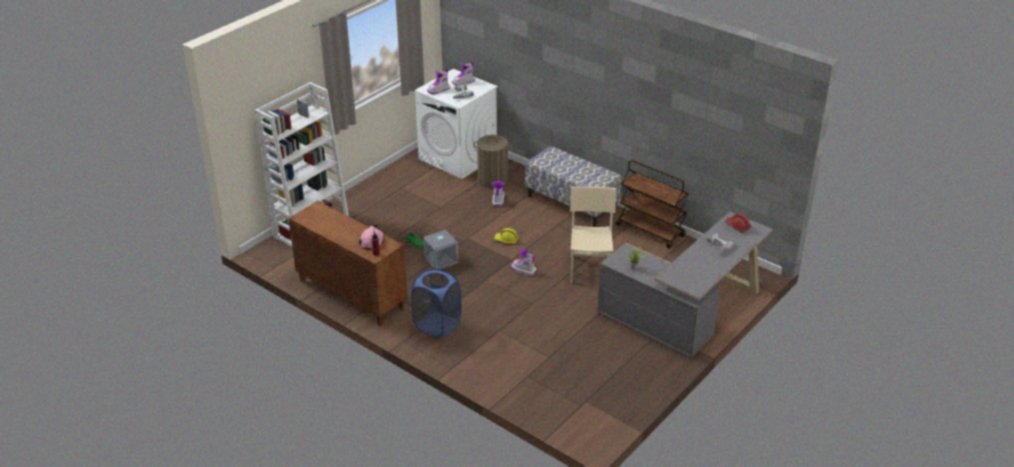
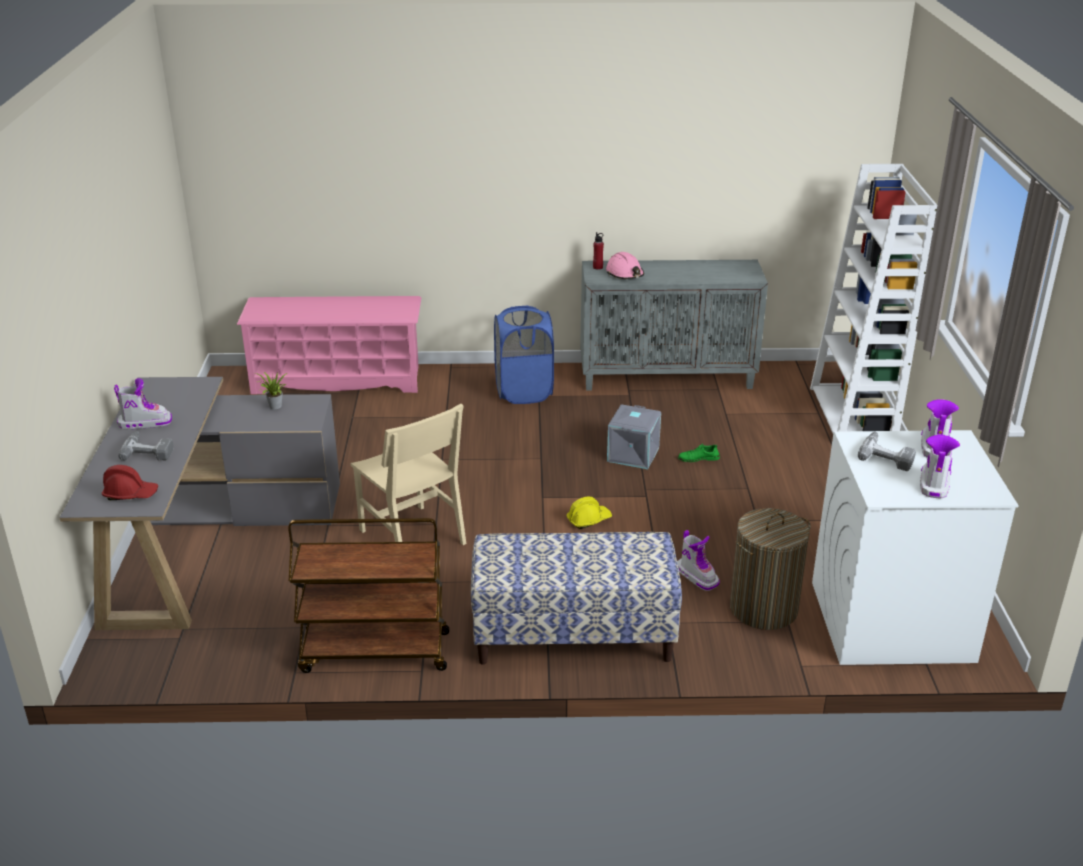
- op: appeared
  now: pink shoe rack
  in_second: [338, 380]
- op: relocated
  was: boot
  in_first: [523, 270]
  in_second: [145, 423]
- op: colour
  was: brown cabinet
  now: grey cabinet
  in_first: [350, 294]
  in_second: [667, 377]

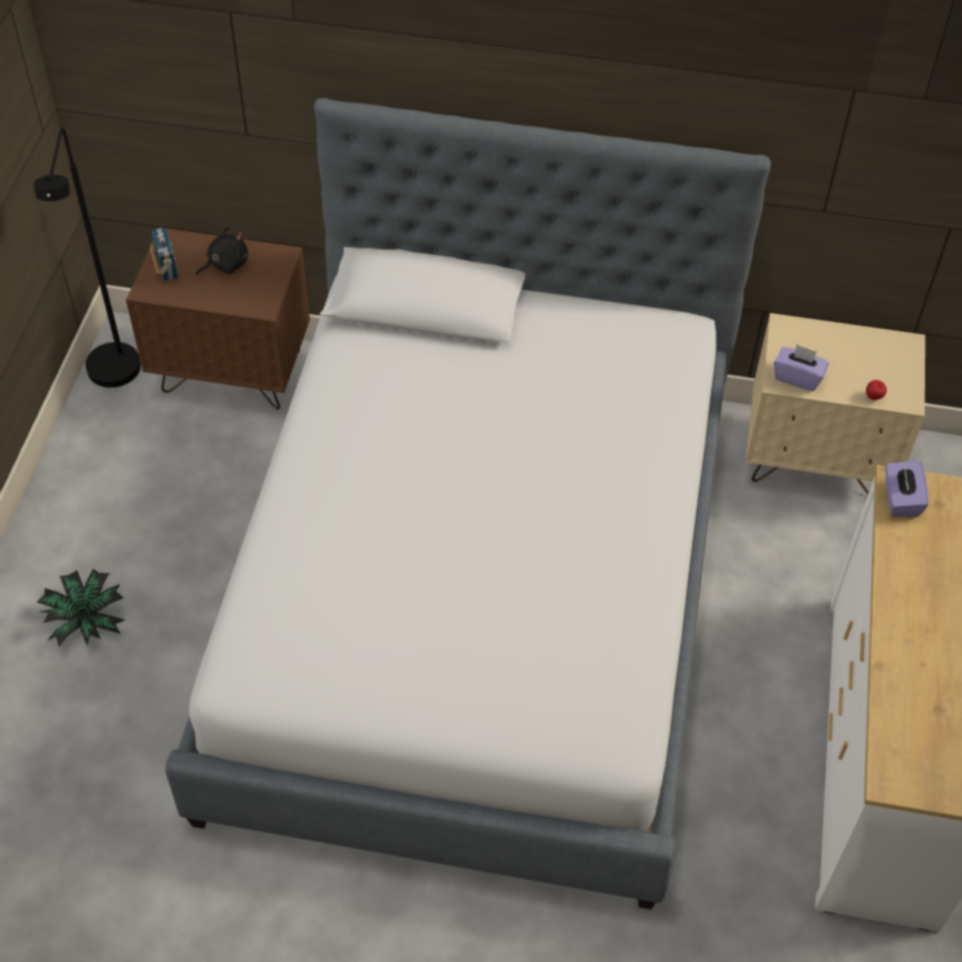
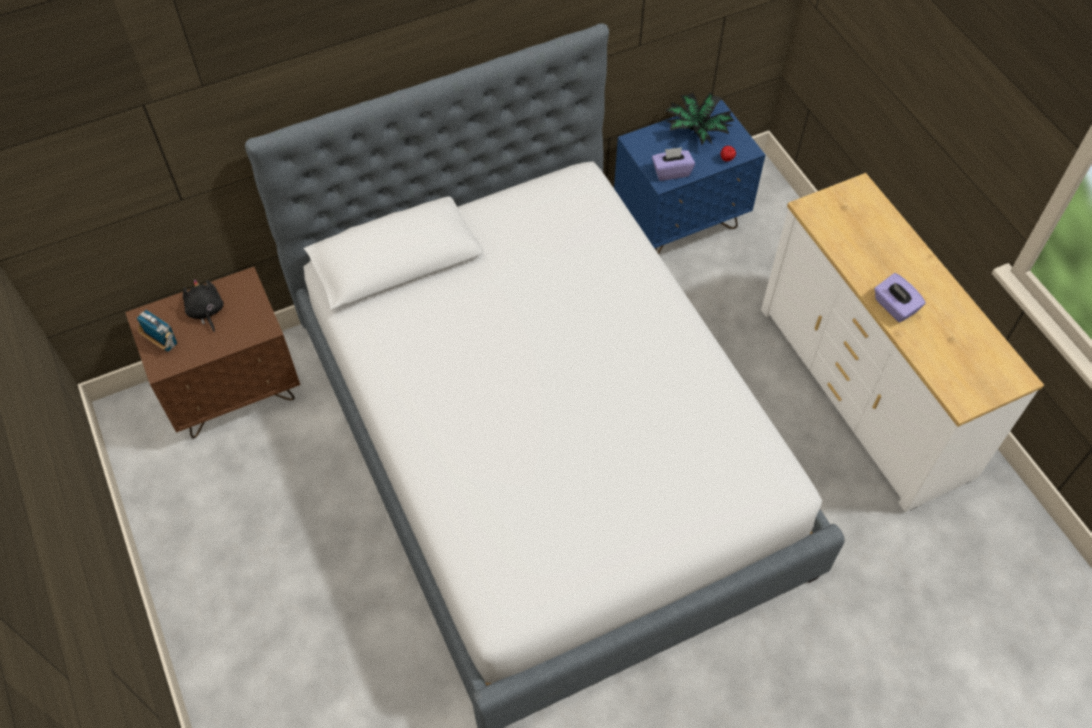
- op: missing
  was: black floor lamp
  in_first: [114, 379]
- op: relocated
  was: potted plant
  in_first: [86, 619]
  in_second: [697, 130]
- op: relocated
  was: purple tissue box
  in_first: [900, 499]
  in_second: [894, 307]
- op: colour
  was: beige nightstand
  now: blue nightstand
  in_first: [817, 459]
  in_second: [679, 222]
- op: spun
  was: black plush toy
  in_first: [225, 264]
  in_second: [206, 312]
  clockwise: -45

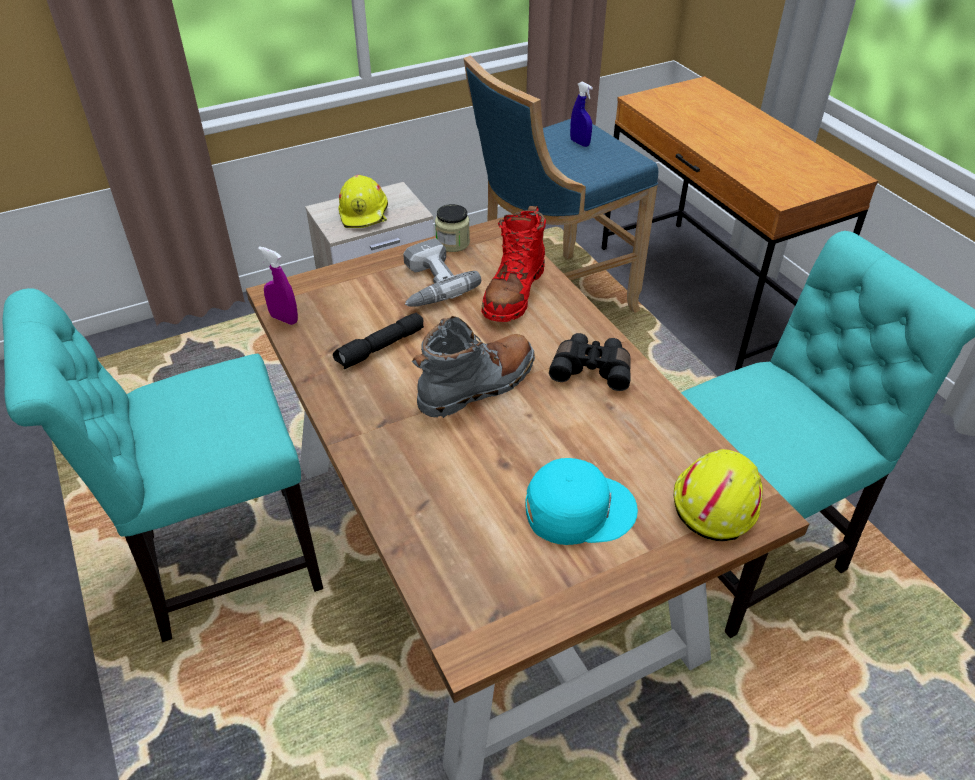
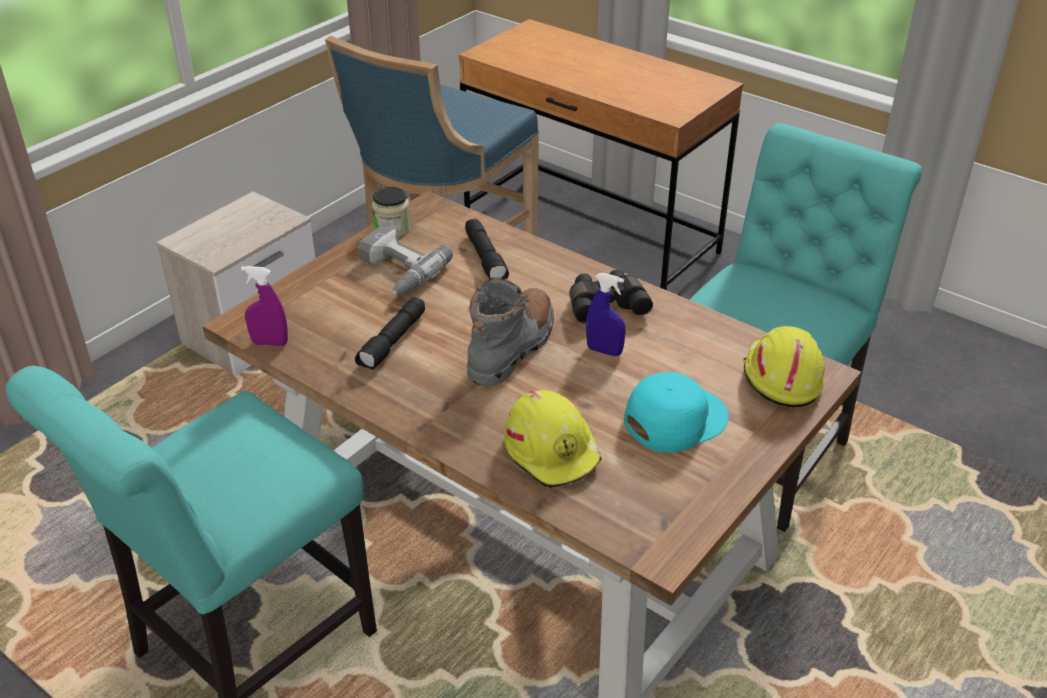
- op: relocated
  was: yellow hard hat
  in_first: [364, 213]
  in_second: [553, 451]
- op: relocated
  was: blue spray bottle
  in_first: [579, 143]
  in_second: [604, 351]
- op: exchanged
  was: red boot
  now: black flashlight
  in_first: [513, 293]
  in_second: [486, 258]

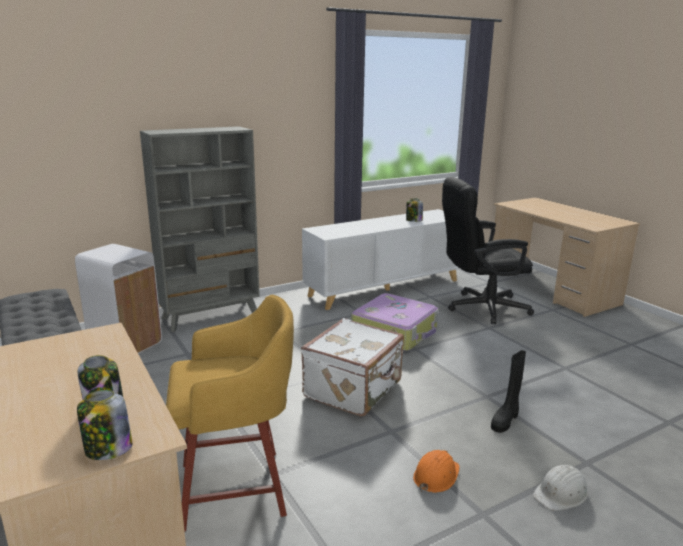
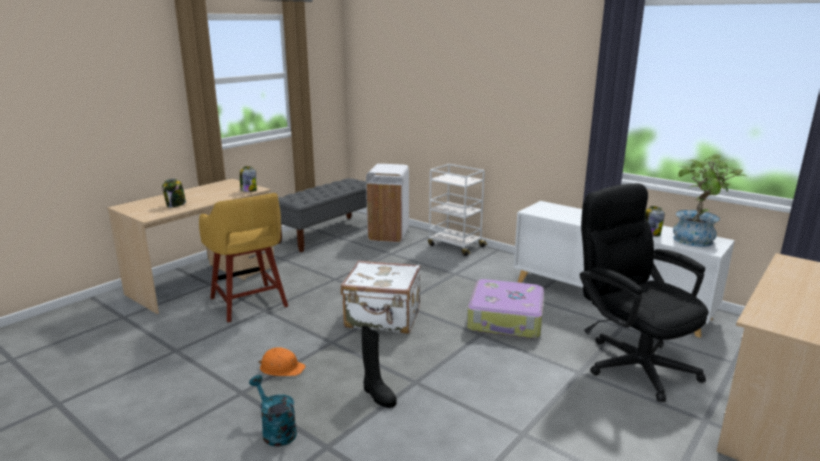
- op: appeared
  now: potted plant
  in_second: [697, 242]
- op: relocated
  was: jar
  in_first: [107, 449]
  in_second: [248, 190]
- op: exchanged
  was: grey bookcase
  now: white cart
  in_first: [211, 316]
  in_second: [455, 246]
- op: exchanged
  was: white hard hat
  now: turquoise watering can
  in_first: [561, 493]
  in_second: [275, 430]
- op: spun
  was: black boot
  in_first: [505, 420]
  in_second: [378, 395]
  clockwise: -150

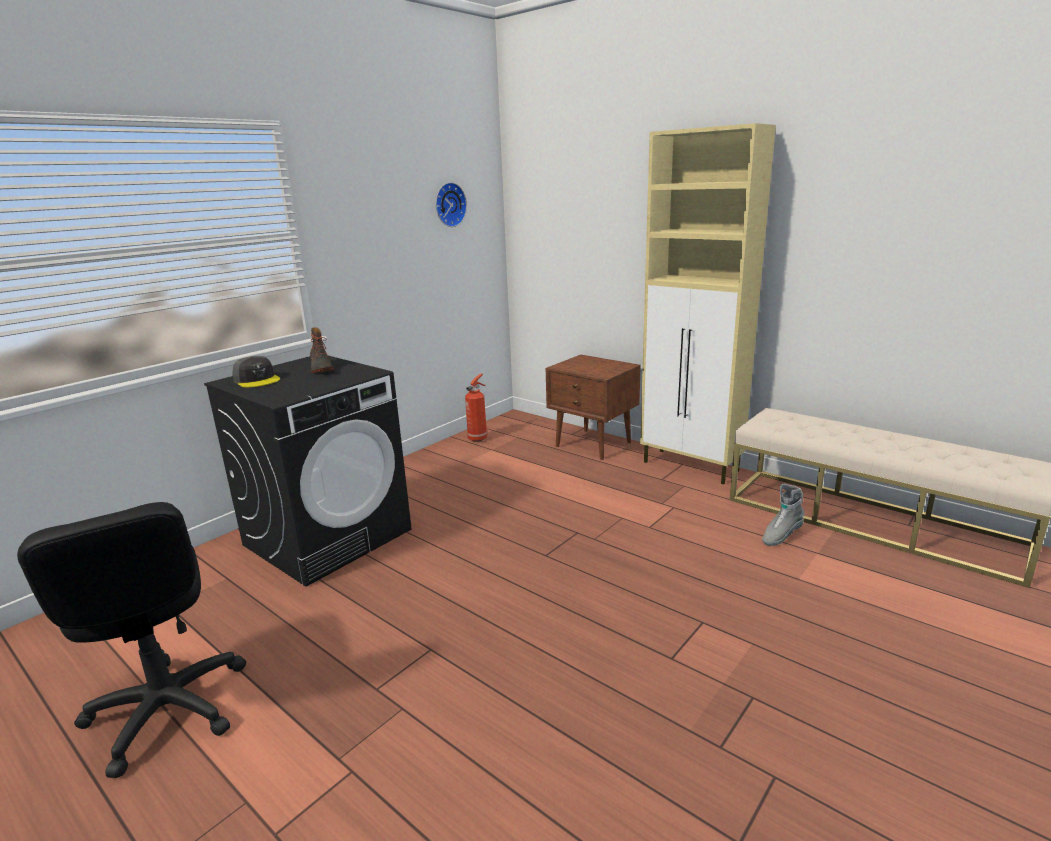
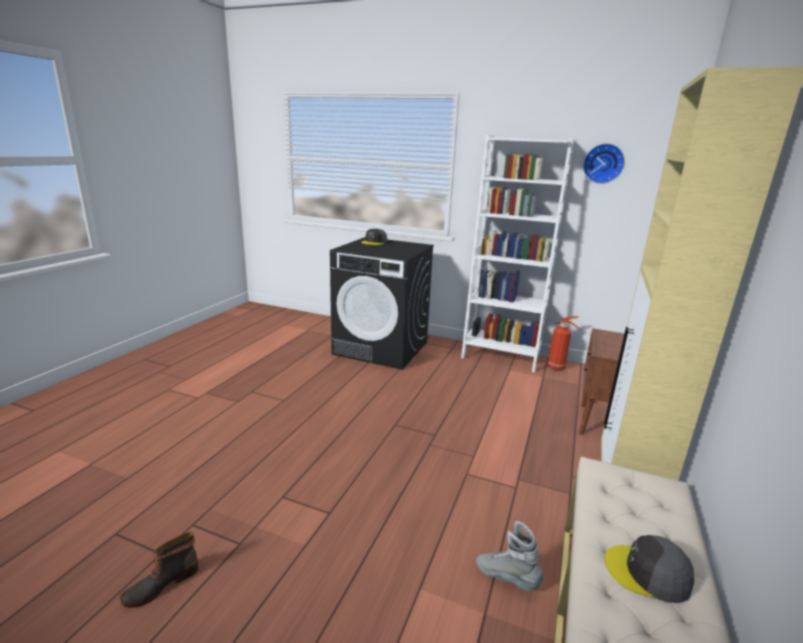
- op: missing
  was: black office chair
  in_first: [167, 710]
- op: appeared
  now: white bookcase
  in_second: [500, 356]
- op: appeared
  now: grey cap
  in_second: [647, 573]
- op: relocated
  was: boot
  in_first: [321, 368]
  in_second: [161, 584]

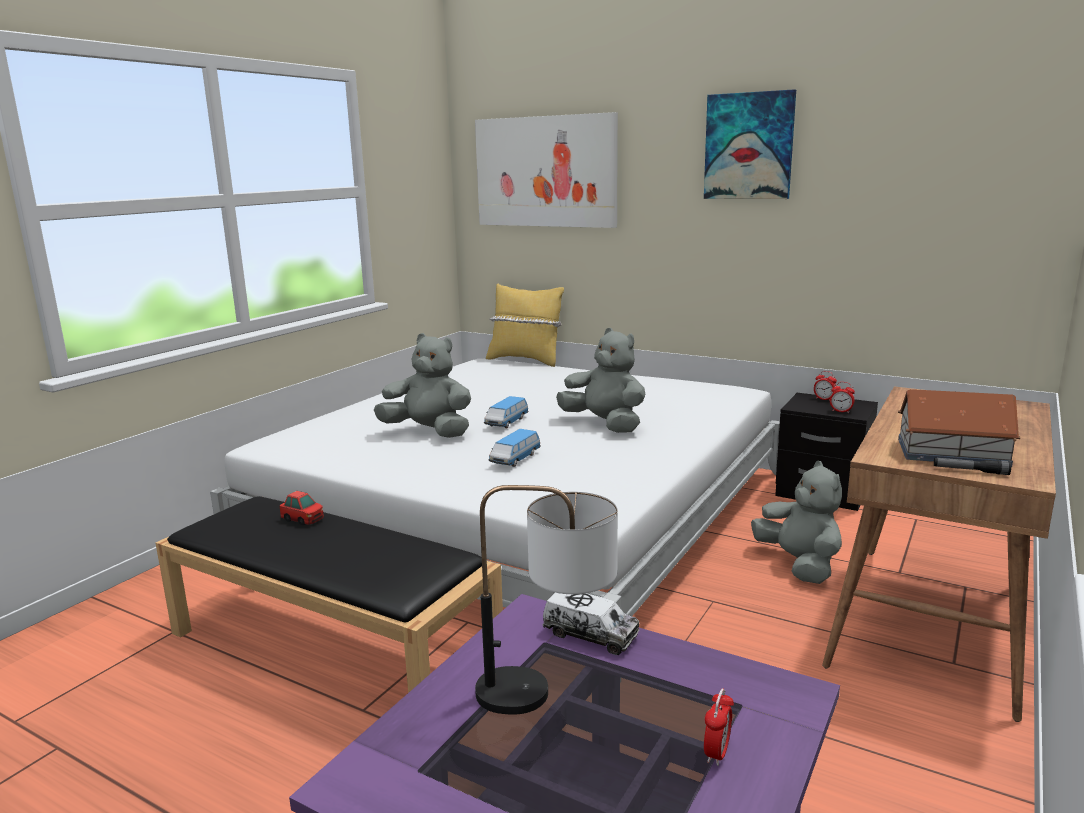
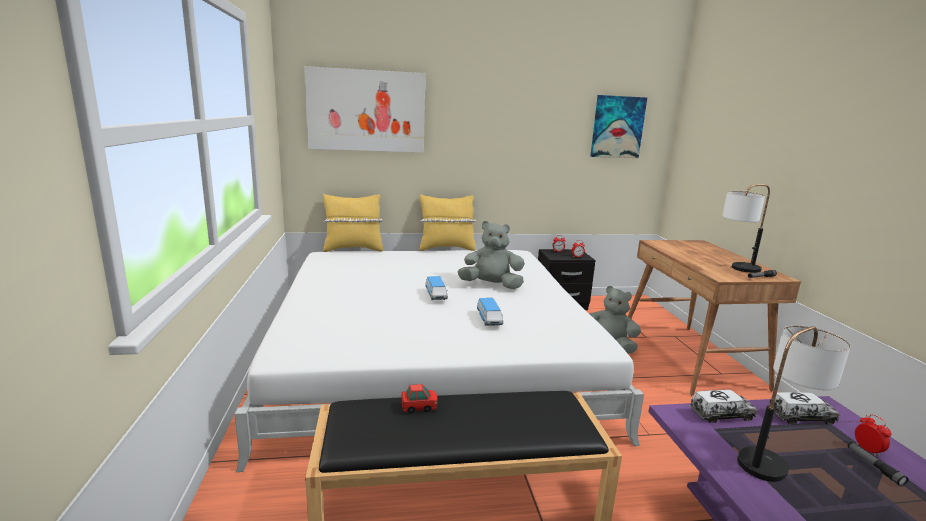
- op: missing
  was: grey plush toy
  in_first: [429, 432]
- op: appeared
  now: yellow pillow
  in_second: [446, 248]
- op: appeared
  now: toy truck
  in_second: [801, 417]
- op: appeared
  now: flashlight
  in_second: [874, 466]
- op: relocated
  was: picture
  in_first: [749, 146]
  in_second: [617, 127]
- op: exchanged
  was: toy house
  now: table lamp
  in_first: [953, 453]
  in_second: [736, 269]

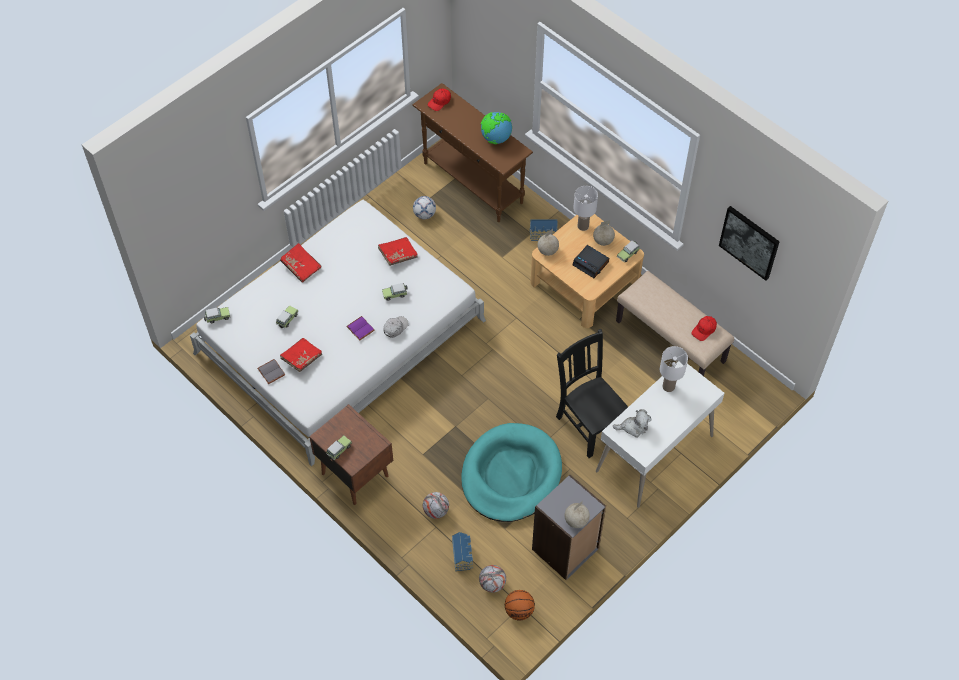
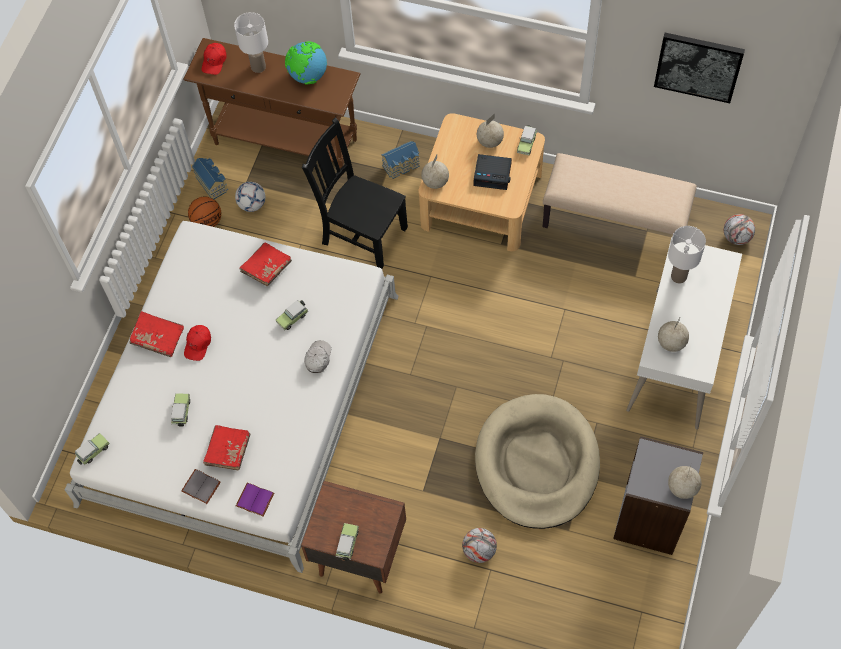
- op: relocated
  was: purple book
  in_first: [359, 329]
  in_second: [254, 500]
- op: relocated
  was: toy house
  in_first: [463, 555]
  in_second: [212, 183]
- op: relocated
  was: football
  in_first: [492, 584]
  in_second: [736, 237]
- op: relocated
  was: basketball
  in_first: [519, 611]
  in_second: [207, 222]
- op: relocated
  was: black chair
  in_first: [589, 423]
  in_second: [362, 234]
- op: relocated
  was: white table lamp
  in_first: [583, 226]
  in_second: [258, 66]
- op: relocated
  was: red cap
  in_first: [704, 330]
  in_second: [198, 344]
- op: exchanged
  was: plush toy
  now: globe
  in_first: [633, 427]
  in_second: [670, 343]
- op: colour
  was: turquoise dog bed
  now: beige dog bed
  in_first: [511, 475]
  in_second: [537, 463]

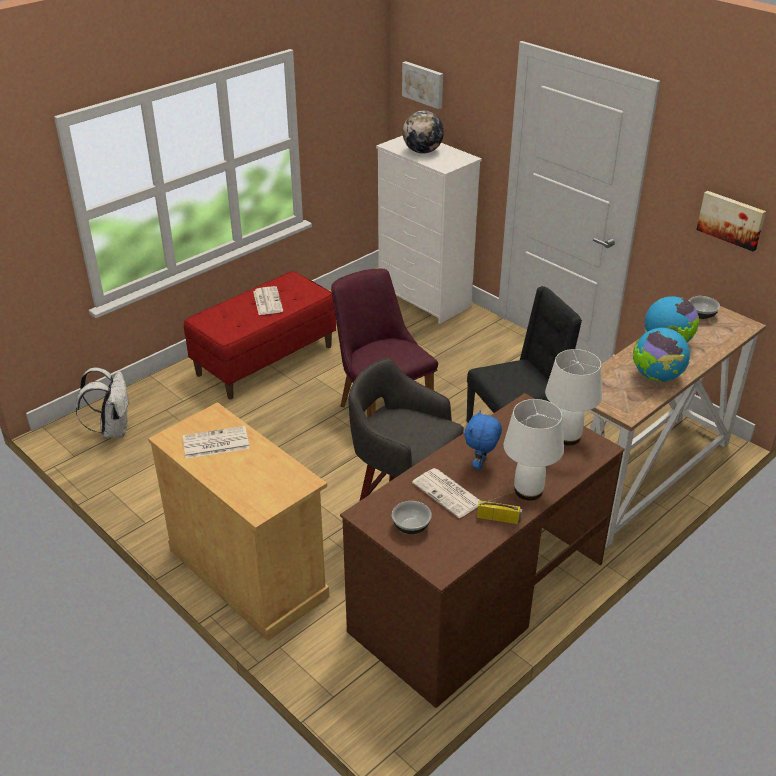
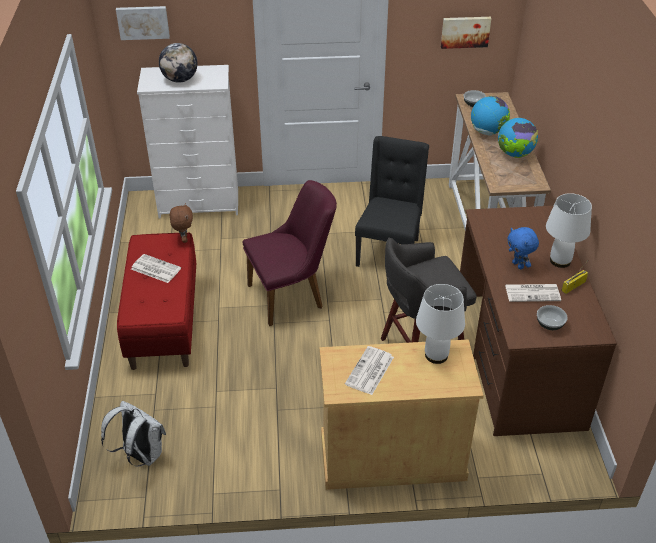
- op: appeared
  now: brown plush toy
  in_second: [183, 239]
- op: relocated
  was: white table lamp
  in_first: [567, 436]
  in_second: [435, 355]
- op: spun
  was: purple chair
  in_first: [380, 406]
  in_second: [292, 295]
  clockwise: 150

